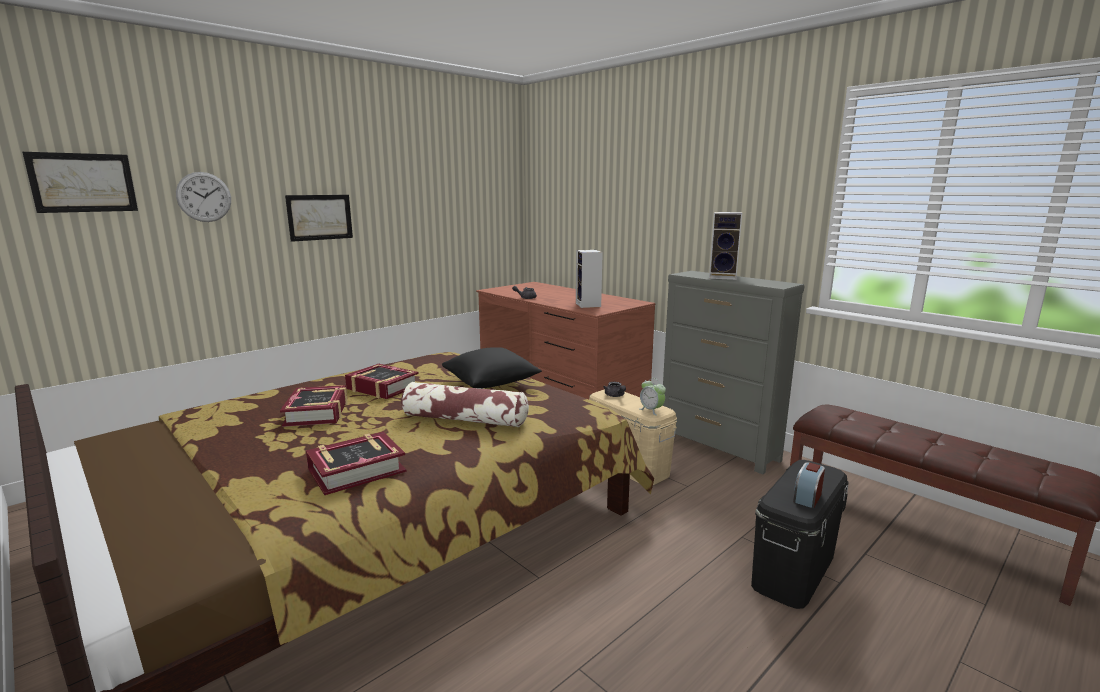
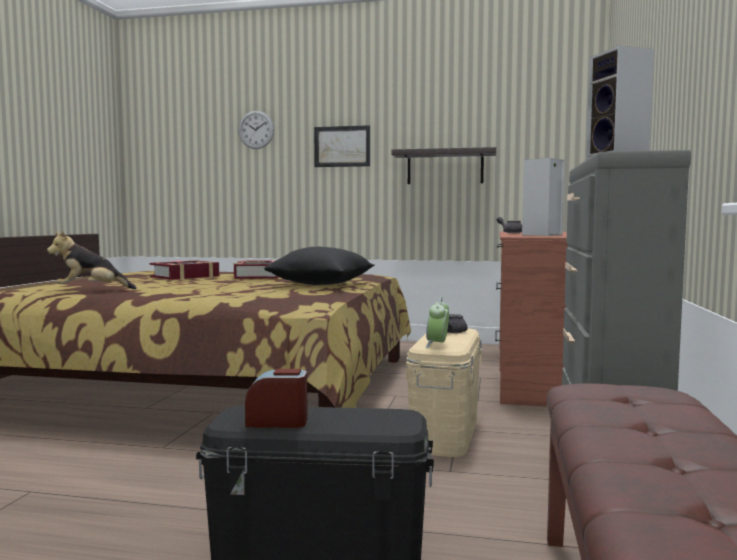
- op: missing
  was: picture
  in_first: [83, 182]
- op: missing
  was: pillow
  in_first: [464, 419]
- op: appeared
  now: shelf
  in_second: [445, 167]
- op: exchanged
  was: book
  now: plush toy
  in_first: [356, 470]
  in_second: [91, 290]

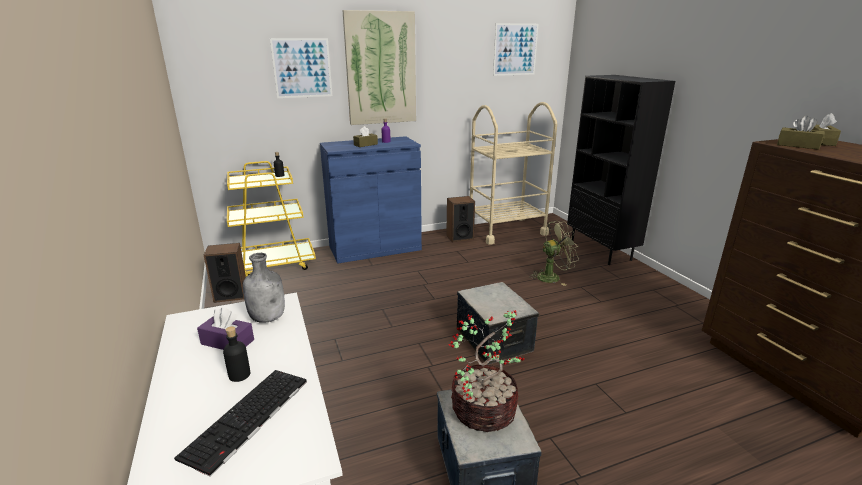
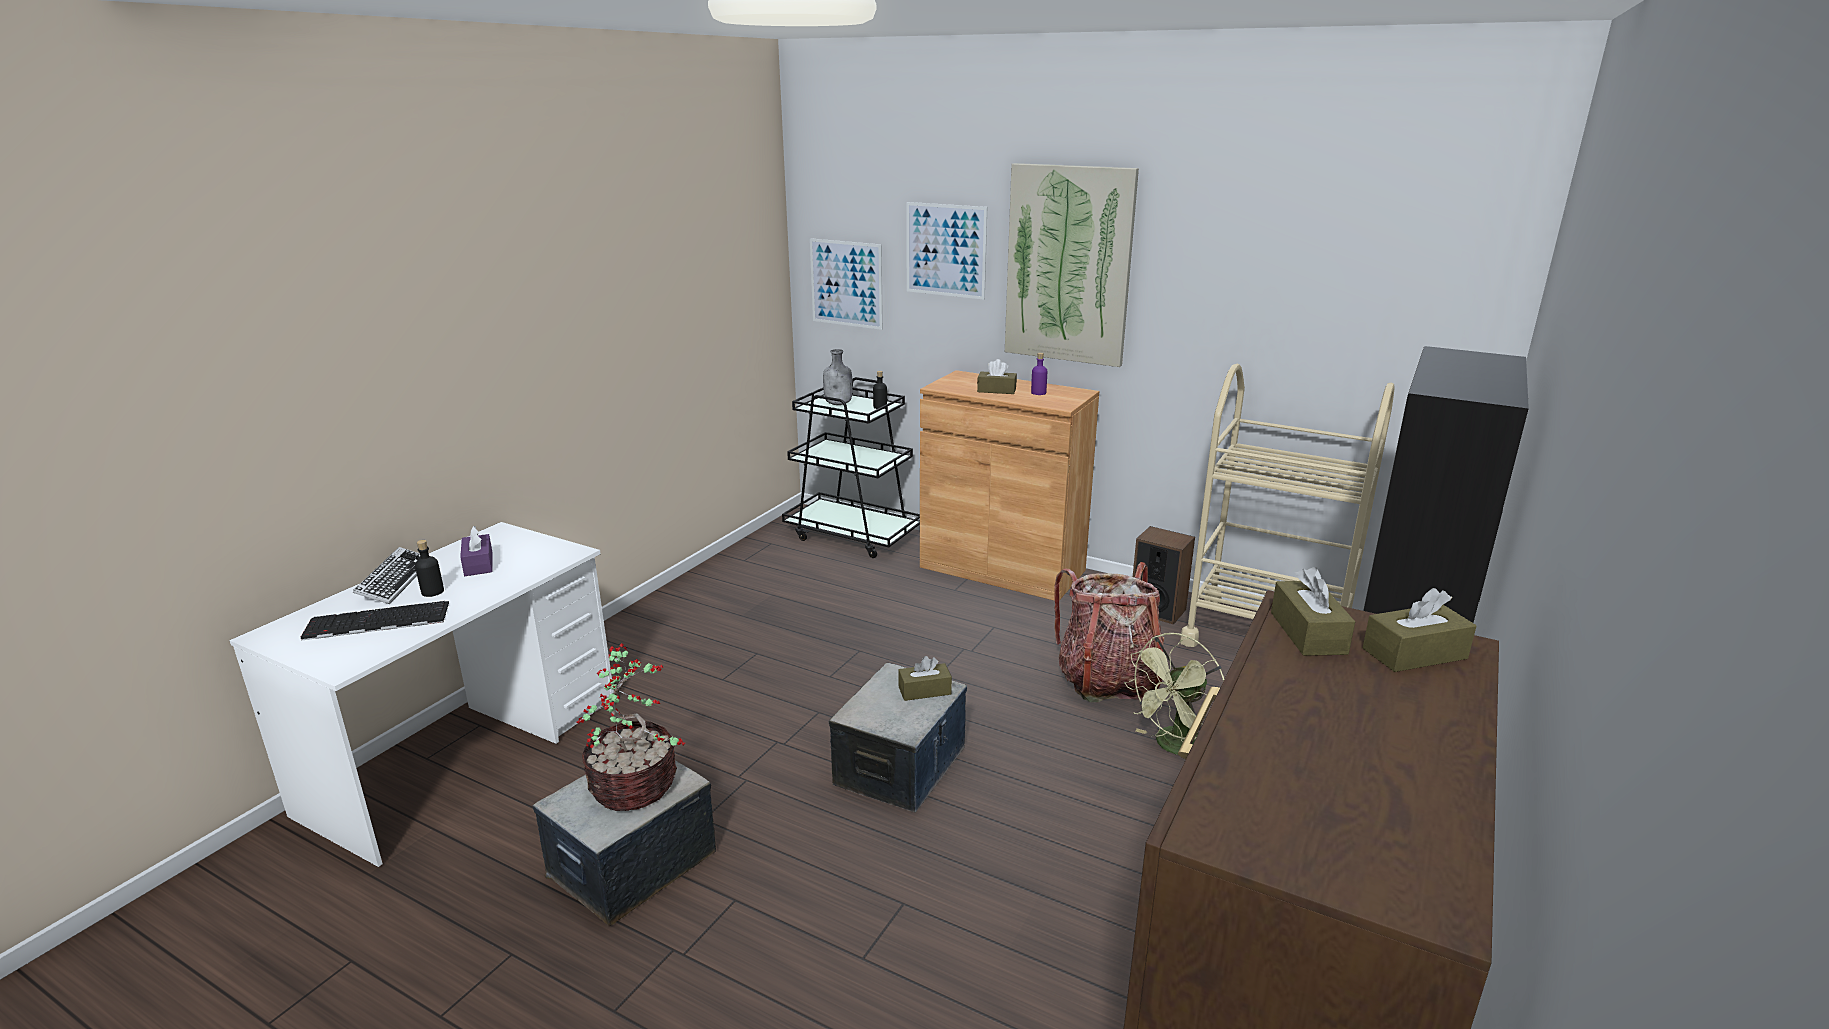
- op: missing
  was: speaker
  in_first: [231, 295]
- op: appeared
  now: keyboard
  in_second: [395, 581]
- op: appeared
  now: brown tissue box
  in_second: [924, 690]
- op: appeared
  now: backpack
  in_second: [1108, 680]
- op: relocated
  was: grey bottle
  in_first: [268, 317]
  in_second: [839, 404]
- op: relocated
  was: picture
  in_first: [515, 49]
  in_second: [846, 283]
- op: colour
  was: yellow cart
  now: black cart
  in_first: [273, 264]
  in_second: [853, 535]
- op: colour
  was: blue cabinet
  now: brown cabinet
  in_first: [375, 248]
  in_second: [1002, 569]
- op: spun
  was: green fan
  in_first: [552, 277]
  in_second: [1174, 747]
  clockwise: 105

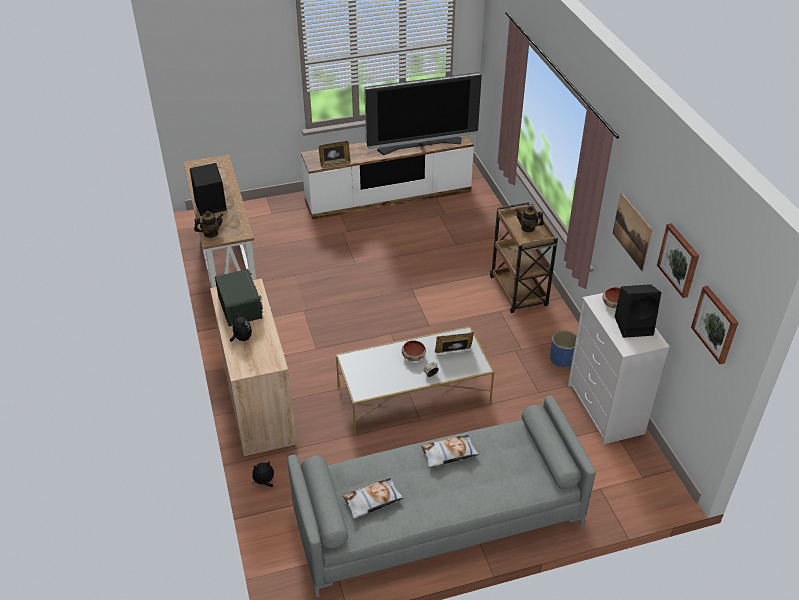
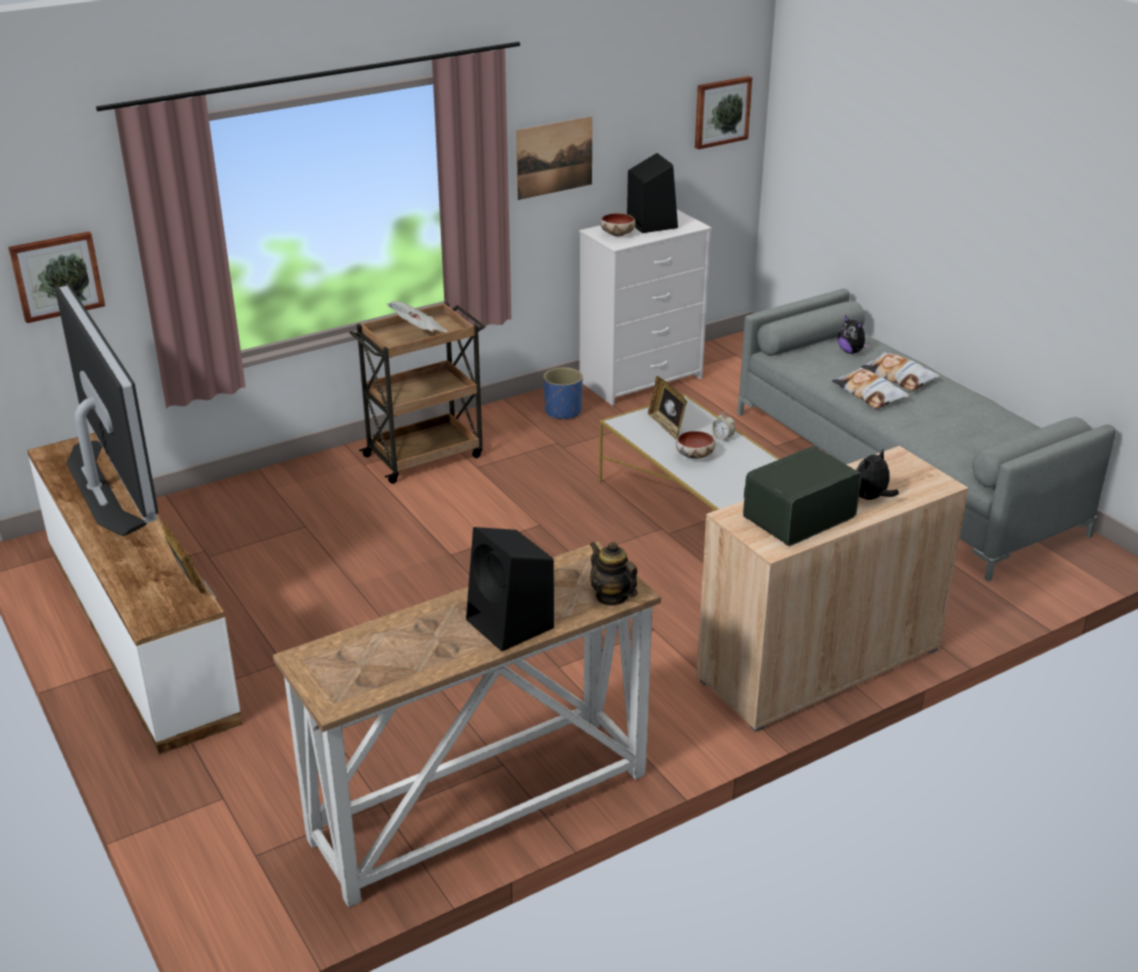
- op: relocated
  was: plush toy
  in_first: [264, 482]
  in_second: [851, 351]
- op: relocated
  was: pillow
  in_first: [373, 501]
  in_second: [899, 376]
- op: relocated
  was: picture
  in_first: [679, 260]
  in_second: [57, 276]
- op: exchanged
  was: teapot
  now: newspaper
  in_first: [528, 228]
  in_second: [418, 331]

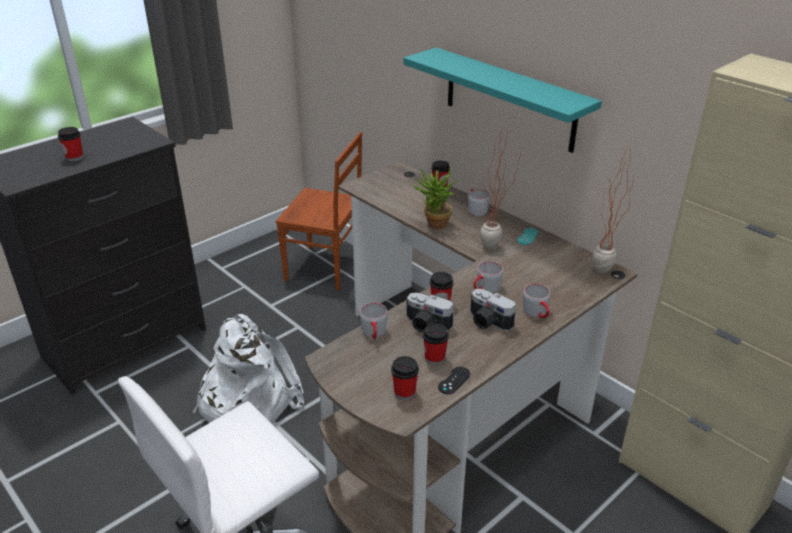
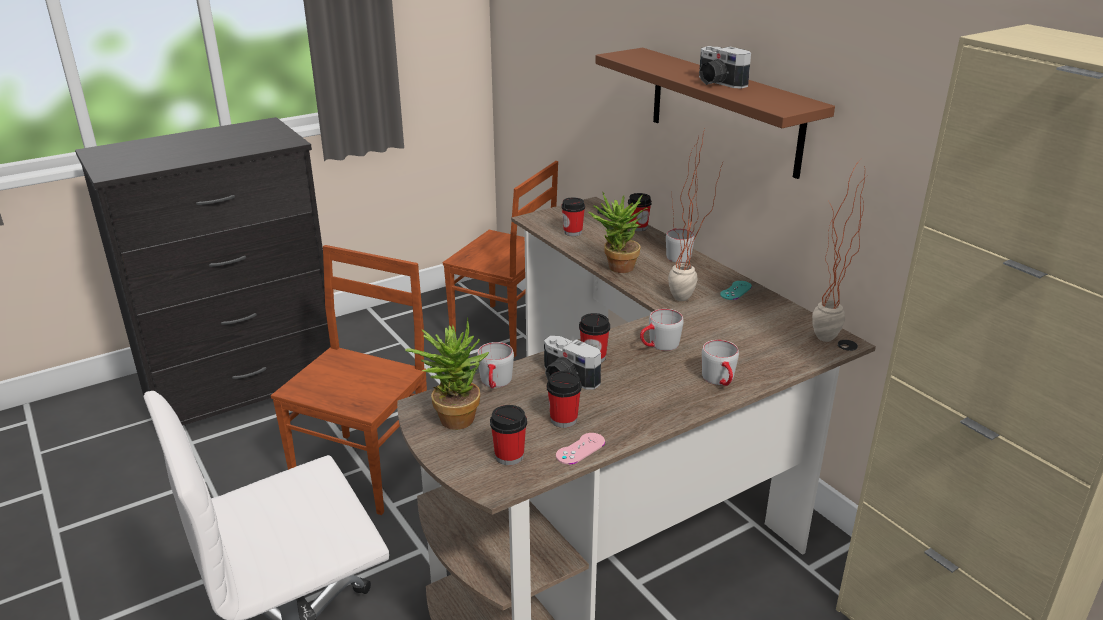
- op: appeared
  now: potted plant
  in_second: [452, 416]
- op: relocated
  was: cup
  in_first: [75, 158]
  in_second: [573, 232]
- op: relocated
  was: photo camera
  in_first: [487, 322]
  in_second: [717, 83]
- op: exchanged
  was: white backpack
  now: brown chair
  in_first: [247, 399]
  in_second: [365, 471]
- op: colour
  was: turquoise shelf
  now: brown shelf
  in_first: [509, 99]
  in_second: [724, 111]
- op: colour
  was: black game controller
  now: pink game controller
  in_first: [454, 380]
  in_second: [580, 449]

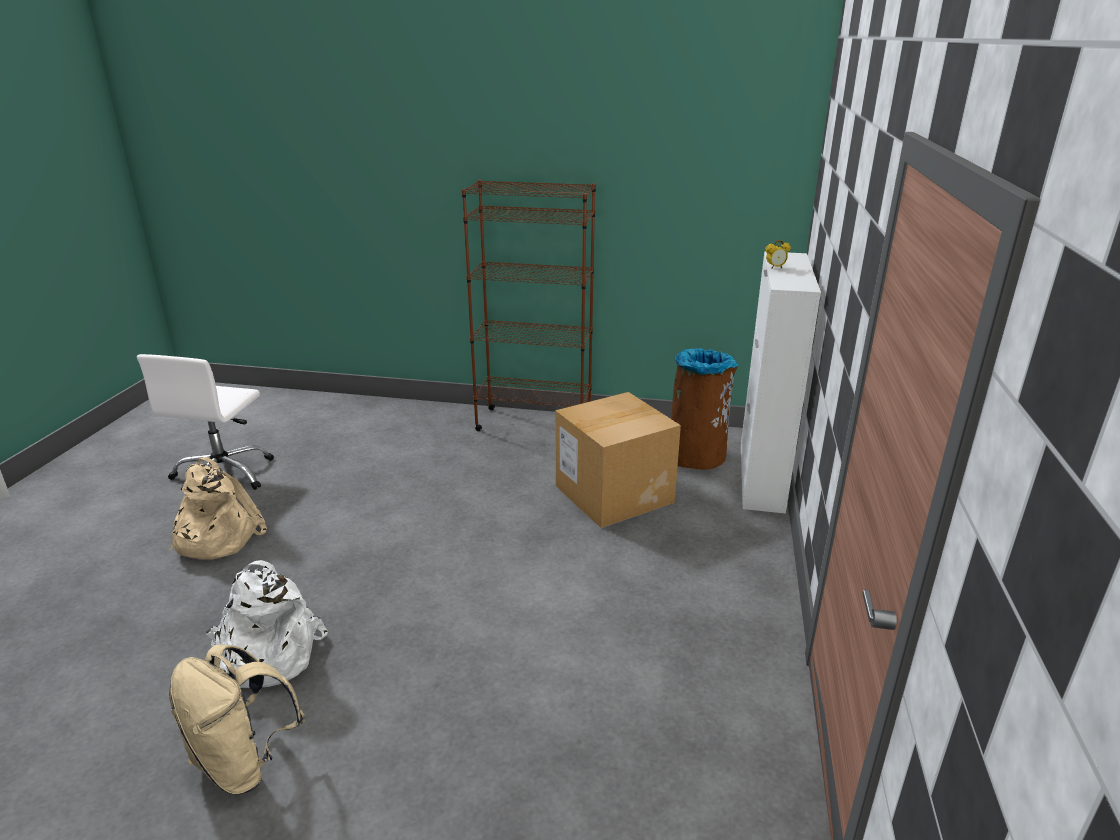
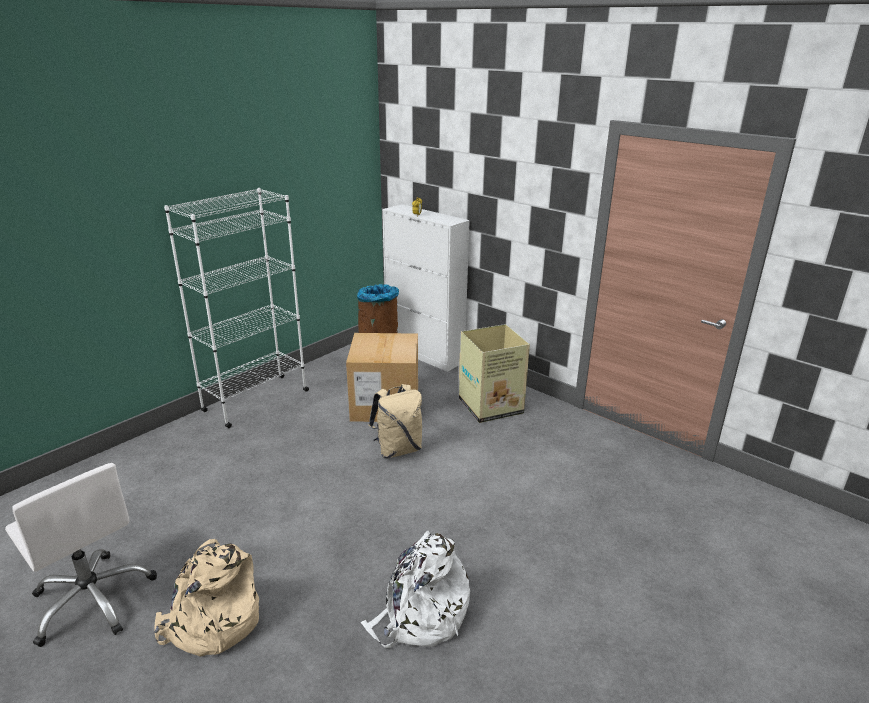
- op: appeared
  now: cardboard box
  in_second: [491, 406]
- op: relocated
  was: beige backpack
  in_first: [245, 762]
  in_second: [398, 449]
- op: colour
  was: brown bookcase
  now: white bookcase
  in_first: [534, 424]
  in_second: [256, 401]

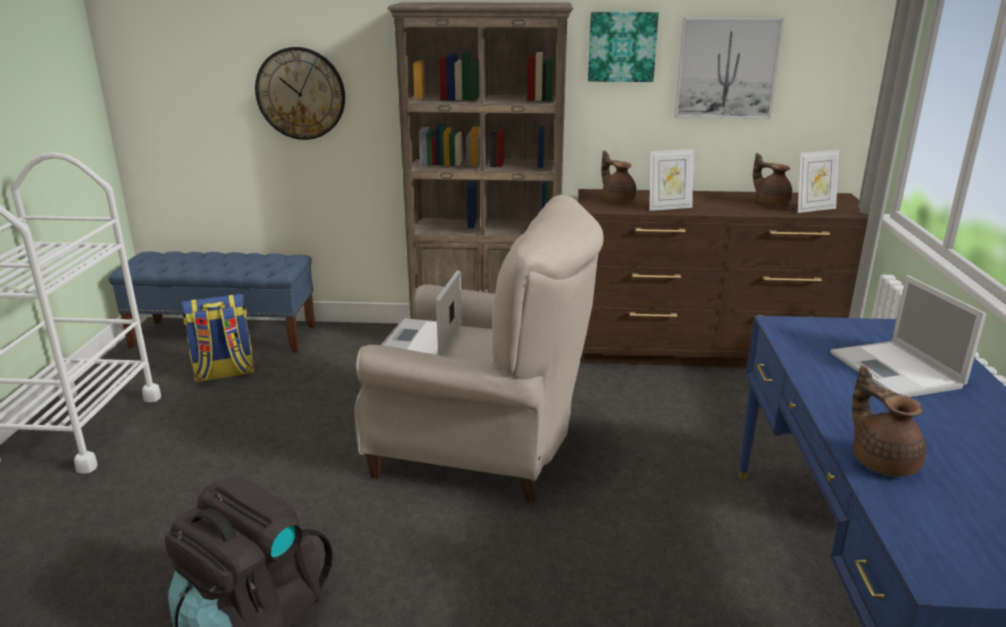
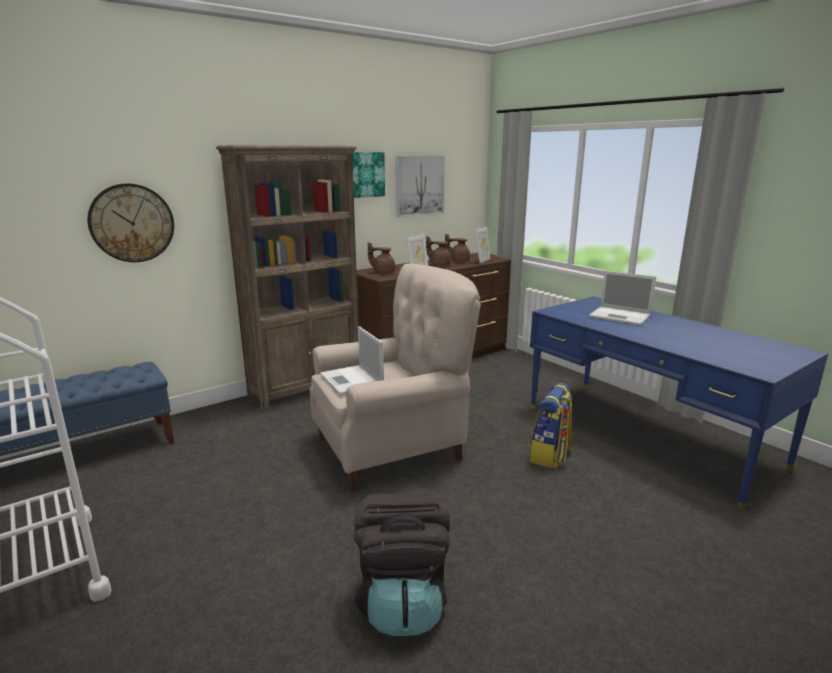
- op: relocated
  was: backpack
  in_first: [224, 373]
  in_second: [550, 455]
- op: relocated
  was: brown teapot
  in_first: [882, 460]
  in_second: [439, 265]

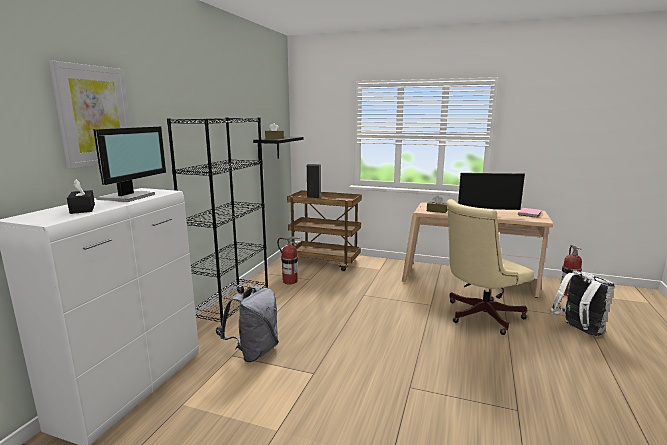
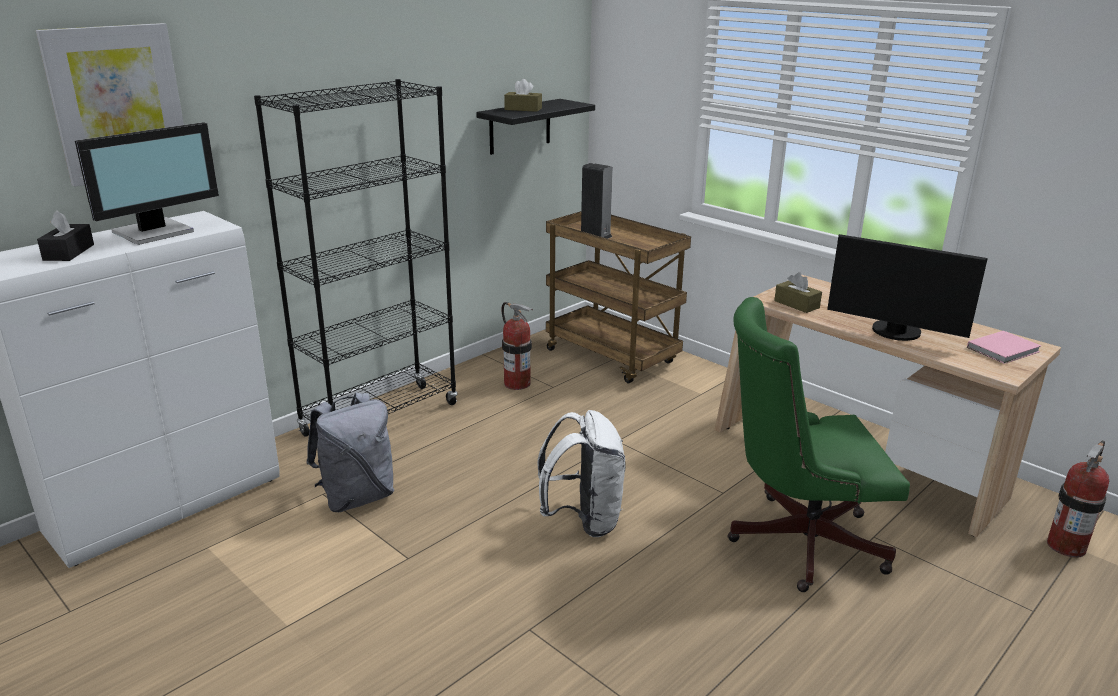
- op: relocated
  was: white backpack
  in_first: [578, 330]
  in_second: [583, 520]
- op: colour
  was: beige office chair
  now: green office chair
  in_first: [479, 316]
  in_second: [796, 541]

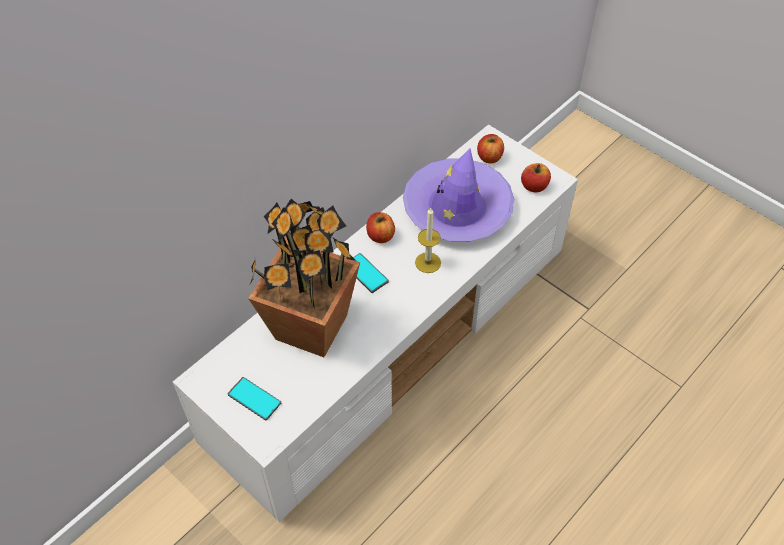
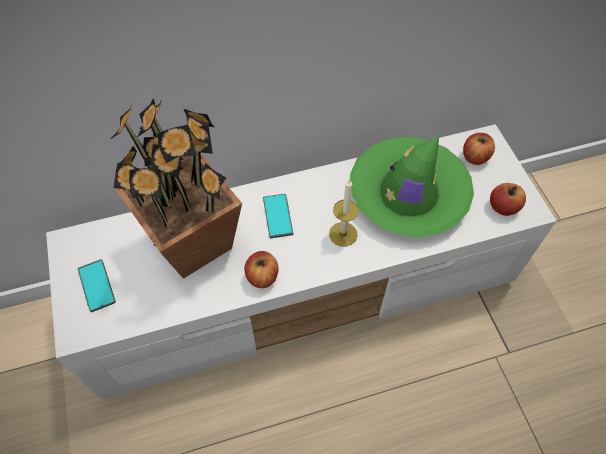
- op: relocated
  was: apple
  in_first: [380, 236]
  in_second: [262, 276]
- op: colour
  was: purple hat
  now: green hat
  in_first: [457, 209]
  in_second: [408, 194]

